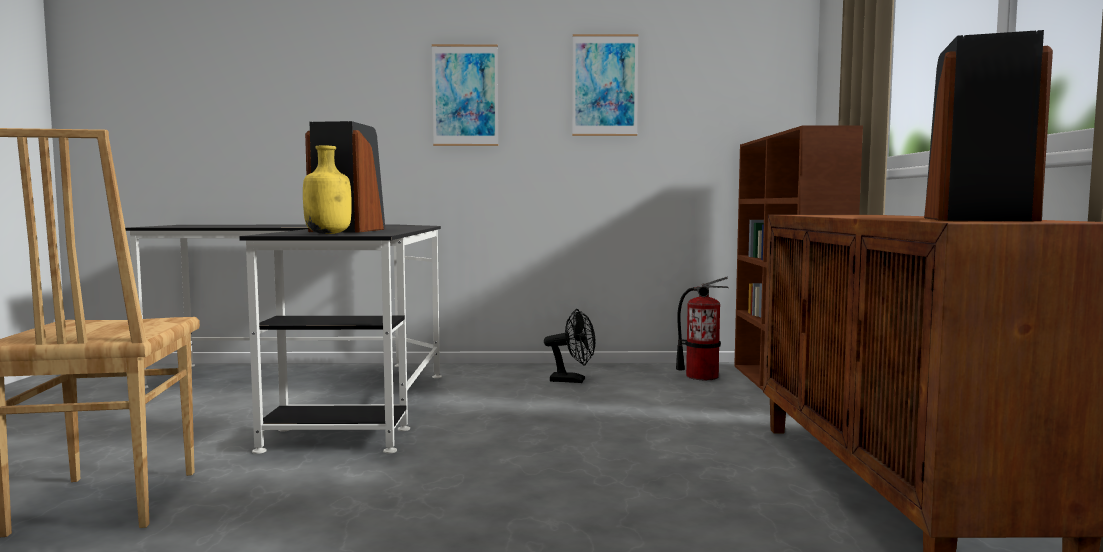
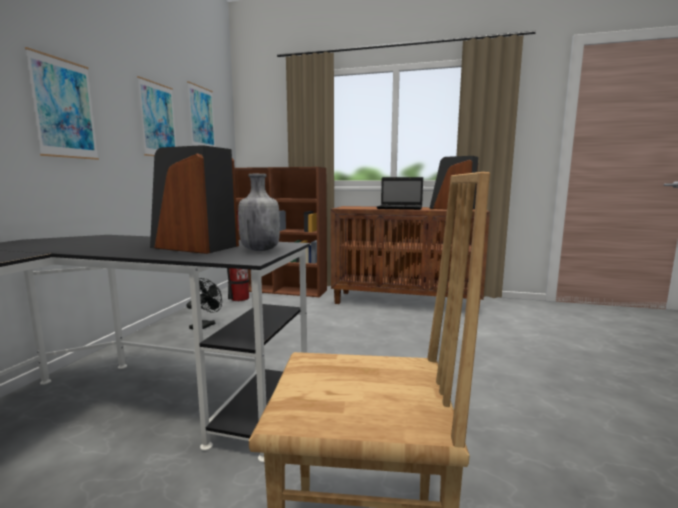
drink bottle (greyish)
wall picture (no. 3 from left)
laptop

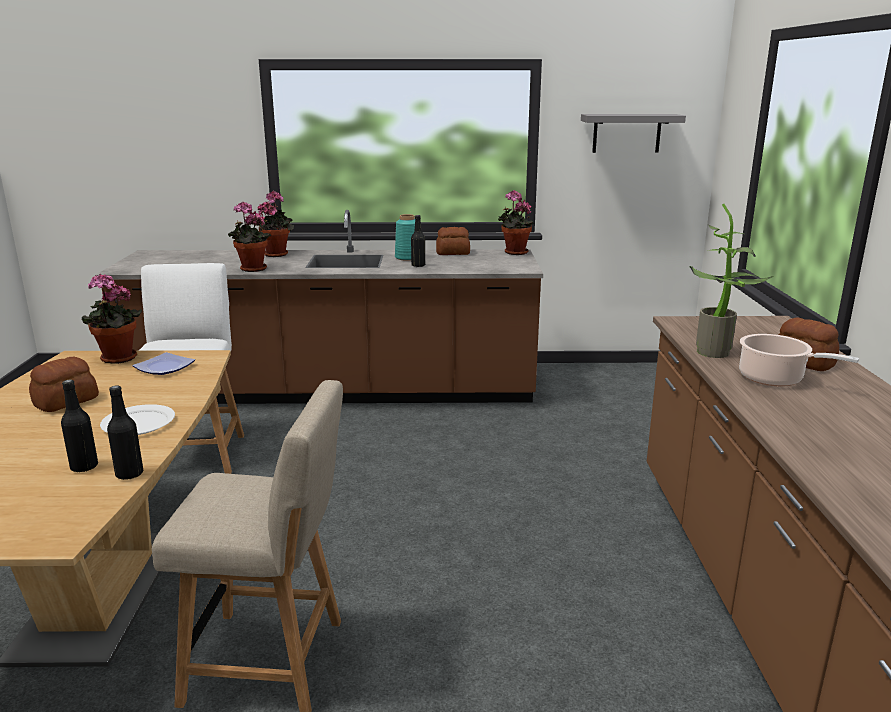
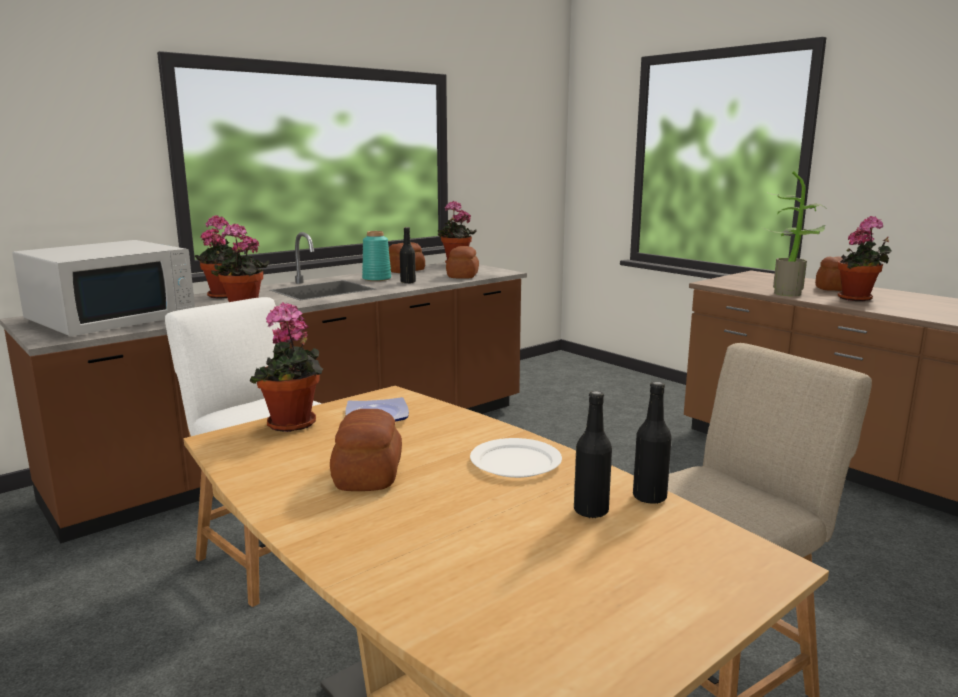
shelf (greyish)
plant in a pot (no. 6 from left)
microwave (whitish)
baked bread (no. 3 from left)

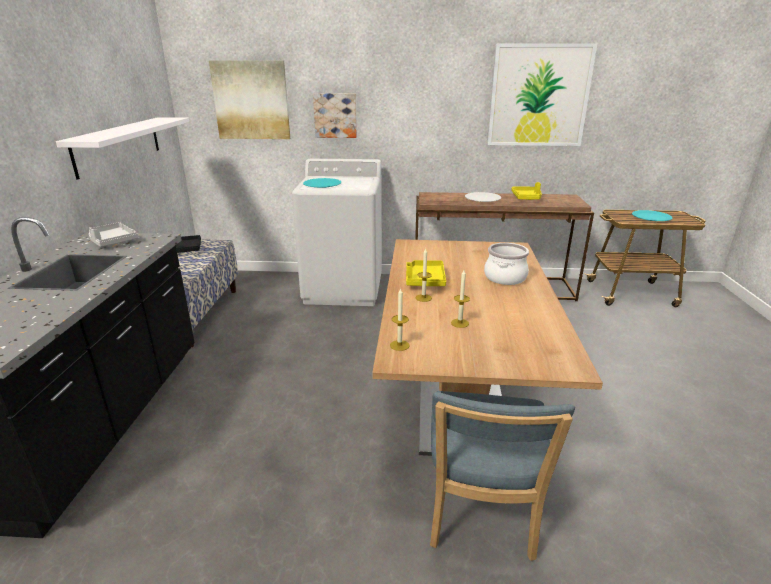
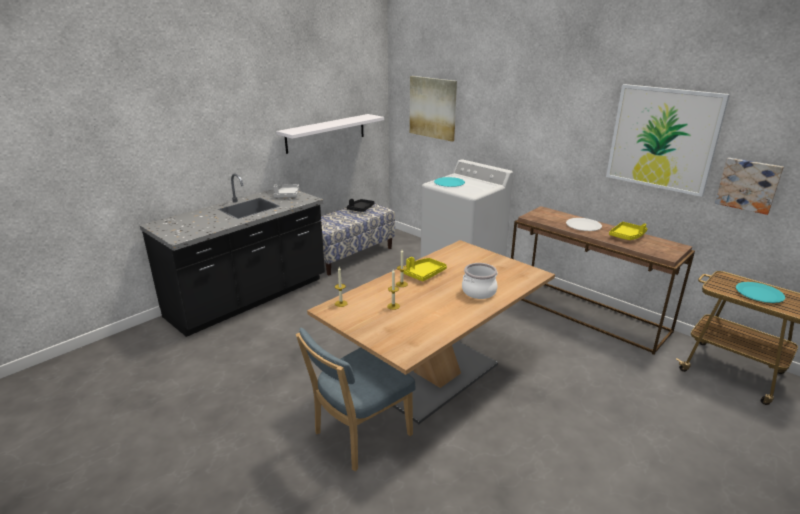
wall picture (no. 3 from left)

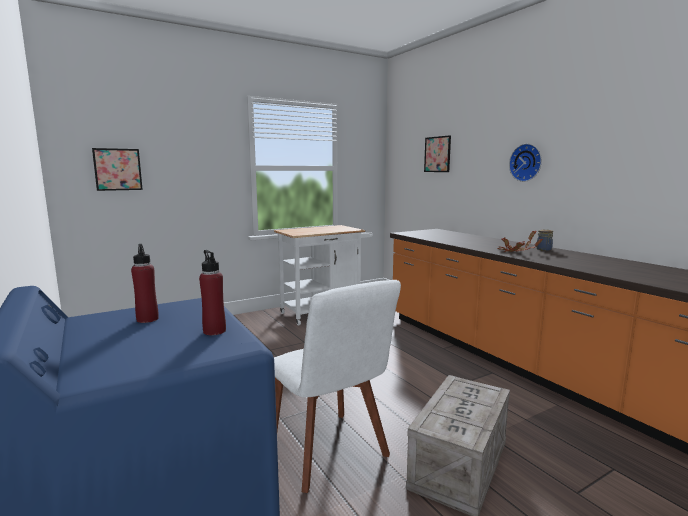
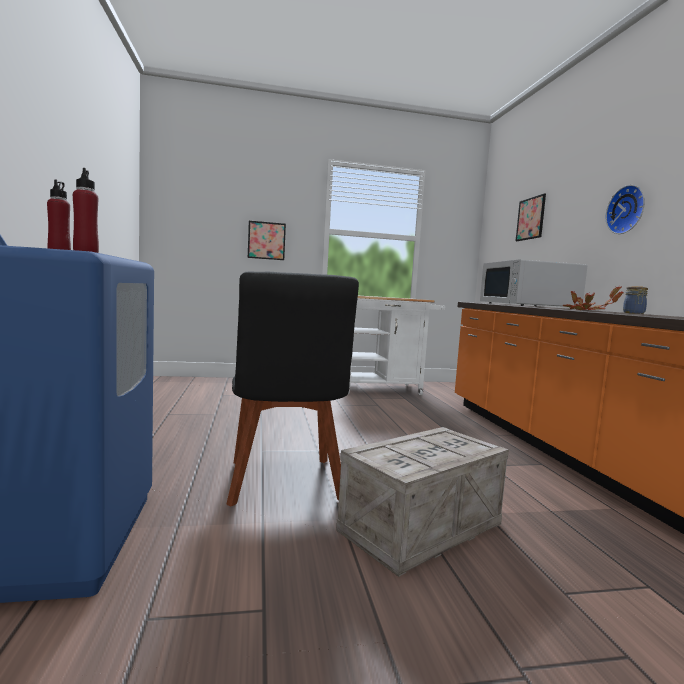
wall picture (no. 1 from left)
upright chair (black-coloured)
microwave (whitish)

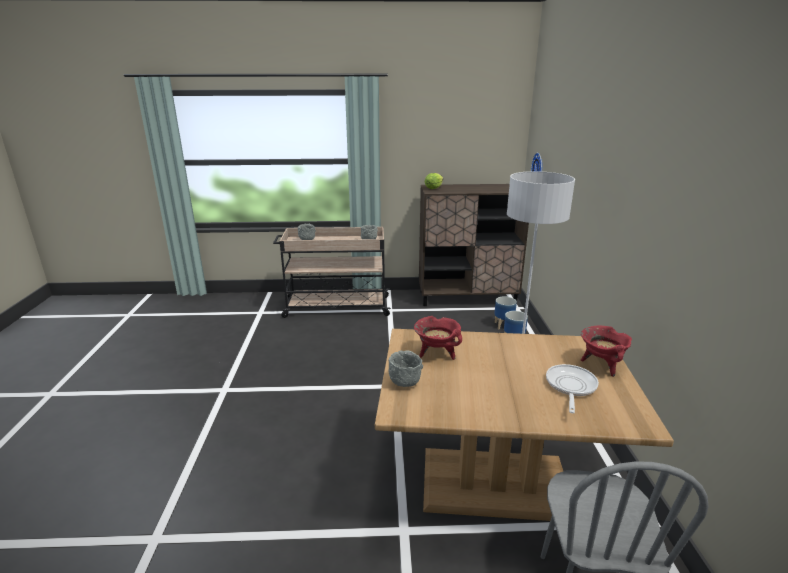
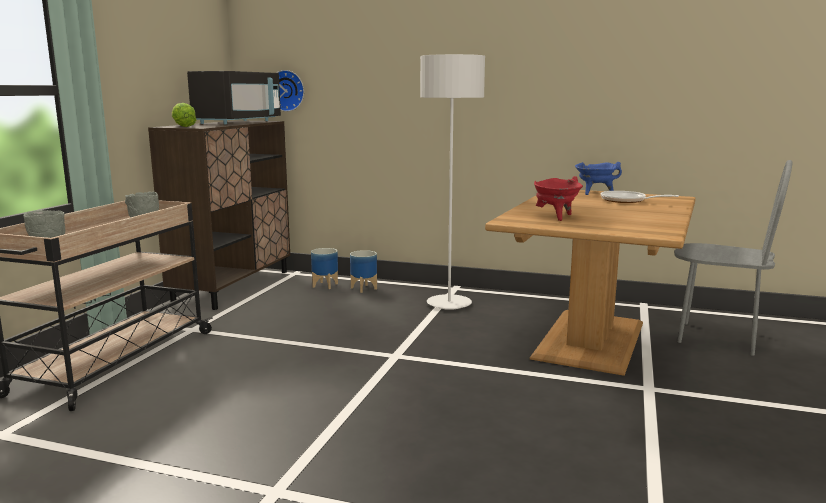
cooking pot (blue)
bowl (greyish) (no. 3 from left in the first image)
microwave (black-coloured)

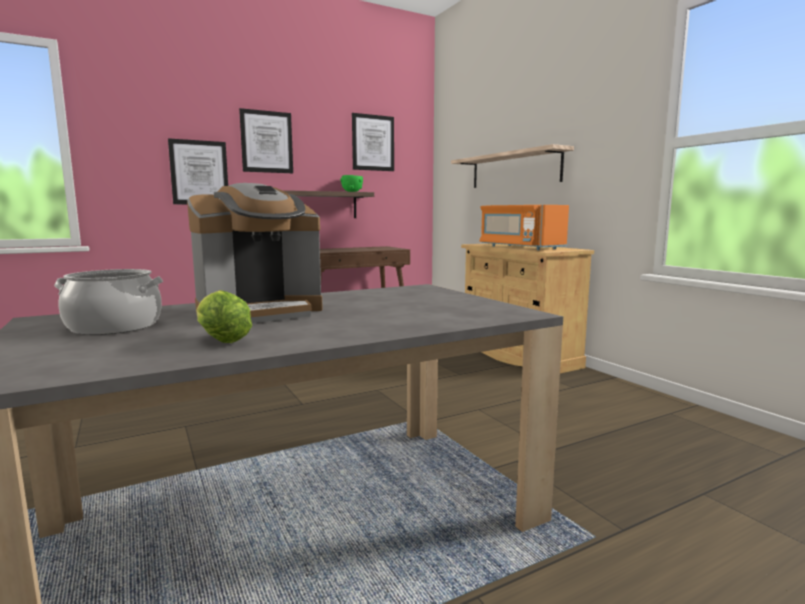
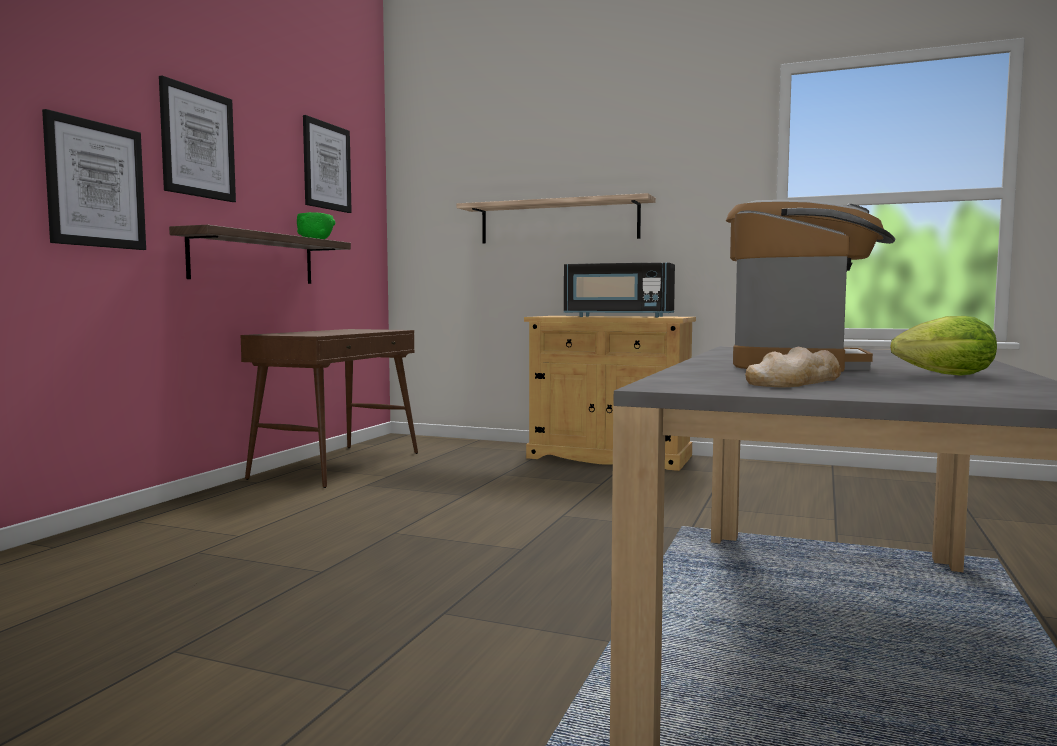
microwave (black-coloured)
baked bread

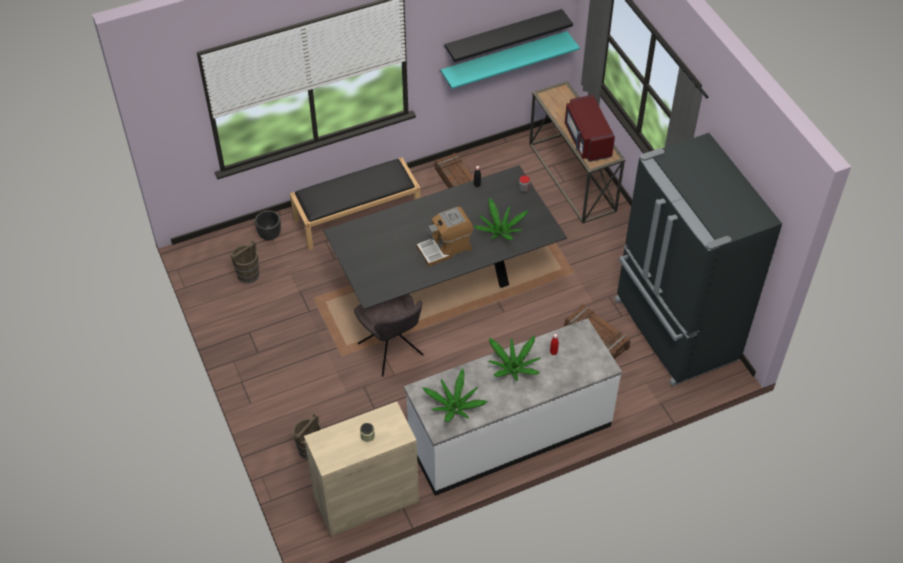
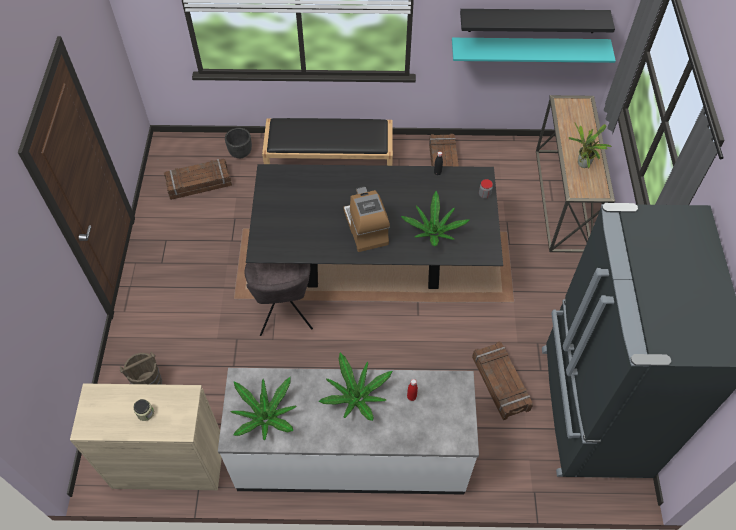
plant in a pot (no. 4 from left)
coffee brewer
shipping crate (no. 1 from left)

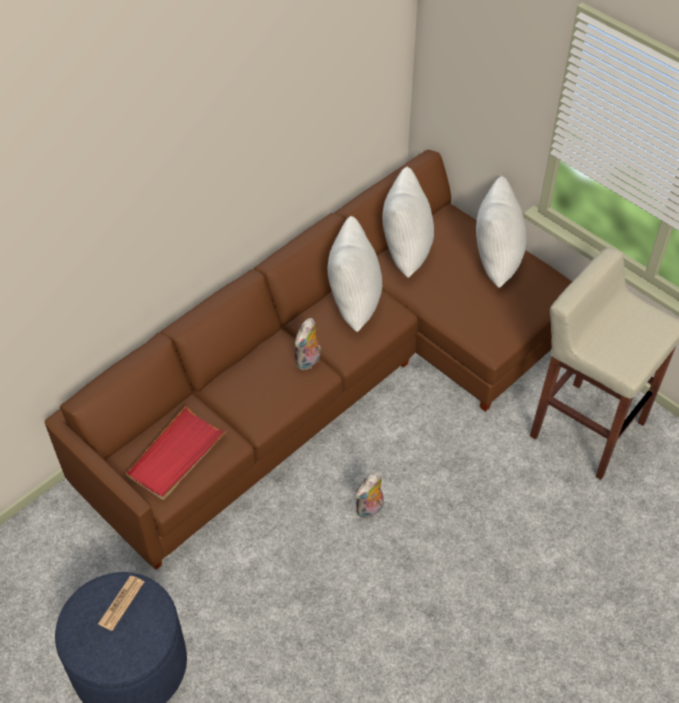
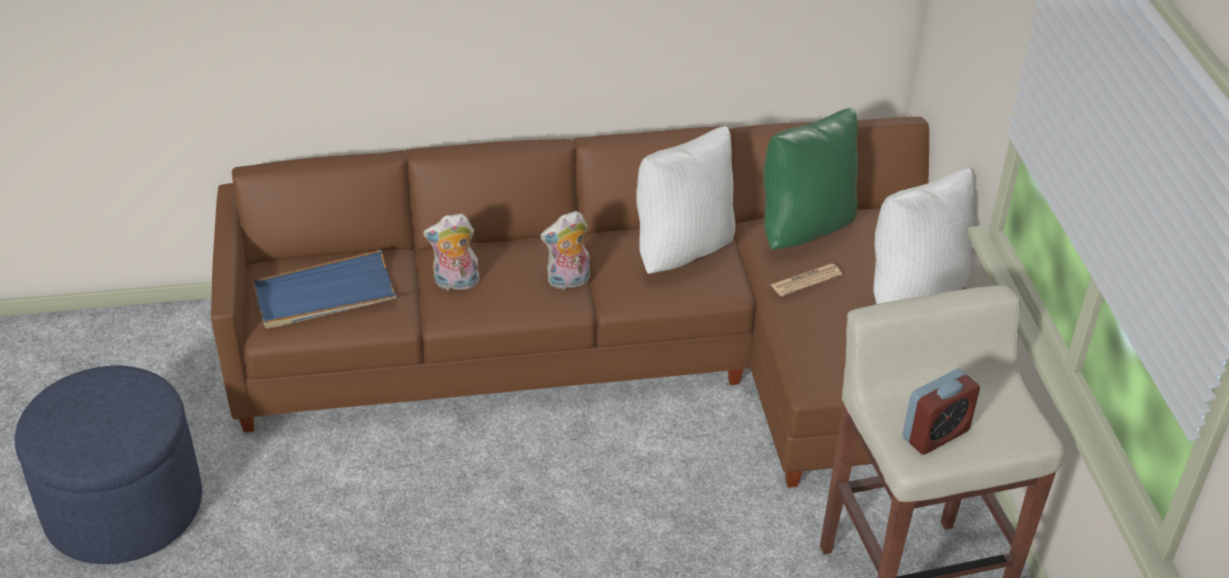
pillow (green)
serving tray (blue)
soft toy (no. 1 from left)
newspaper
bedside clock

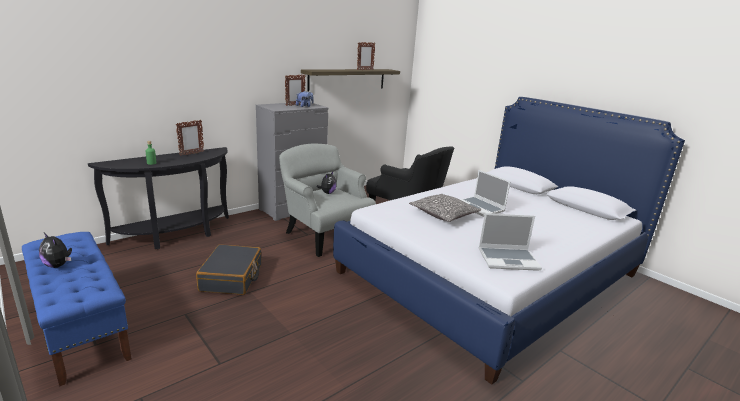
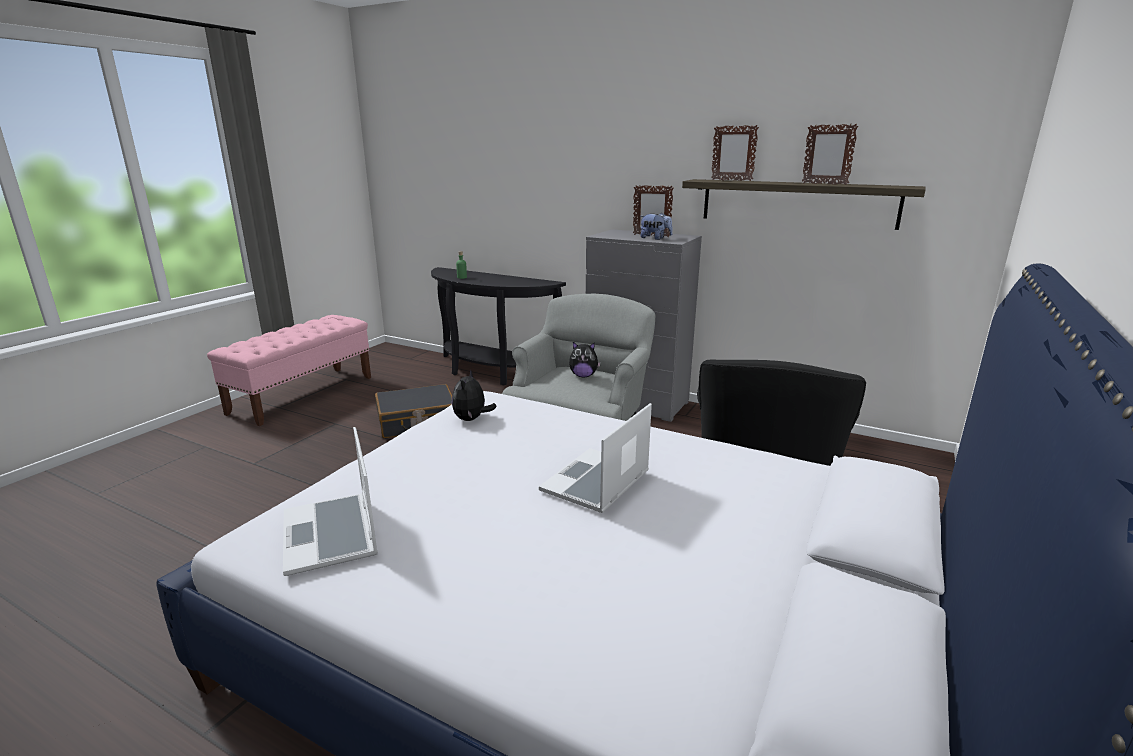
picture frame (no. 2 from left)
pillow
bench (pink-coloured)
soft toy (no. 1 from left)

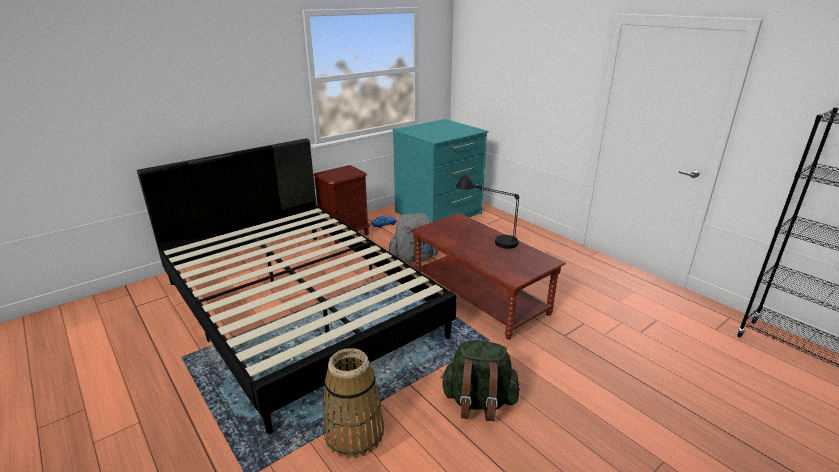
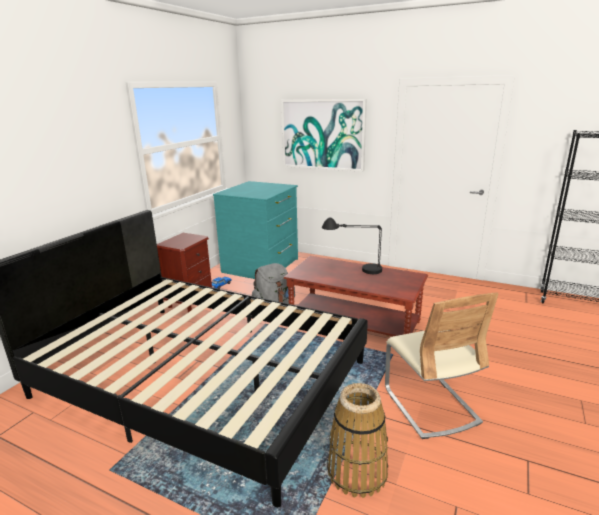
upright chair (beige-coloured)
wall picture

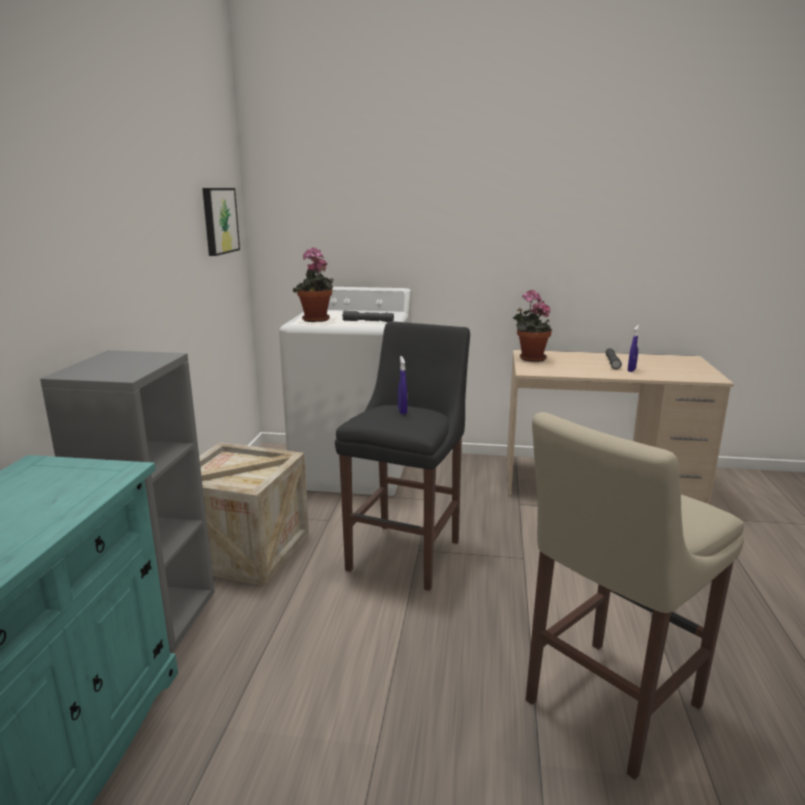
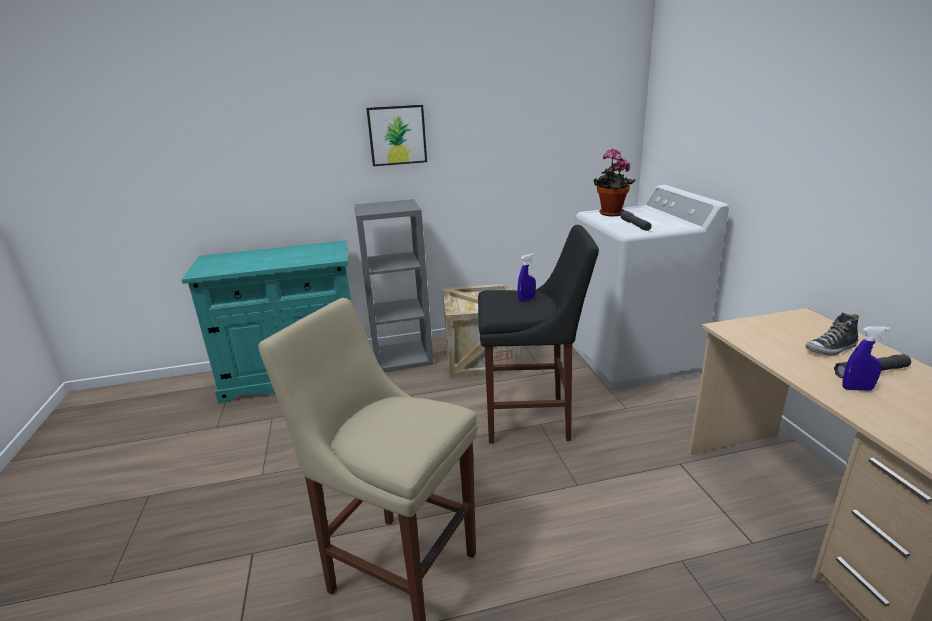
wall picture
plant in a pot (no. 2 from left in the first image)
item of footwear

